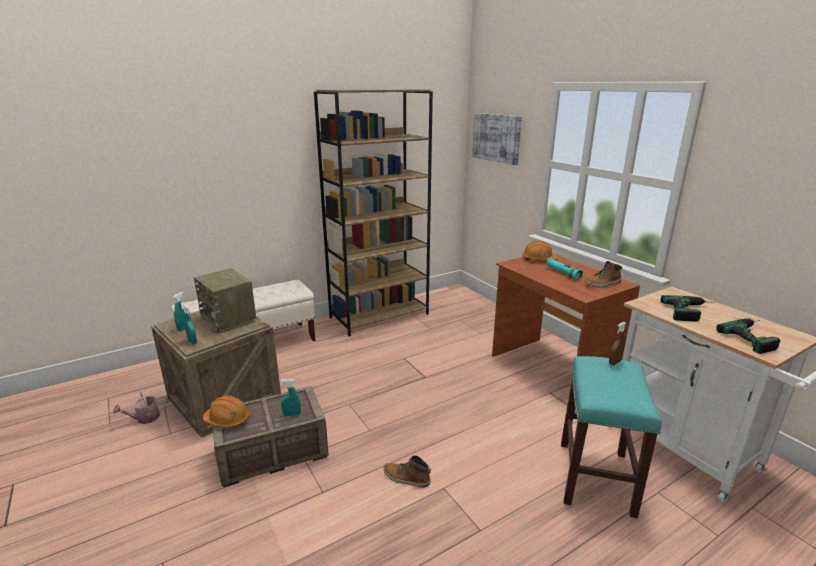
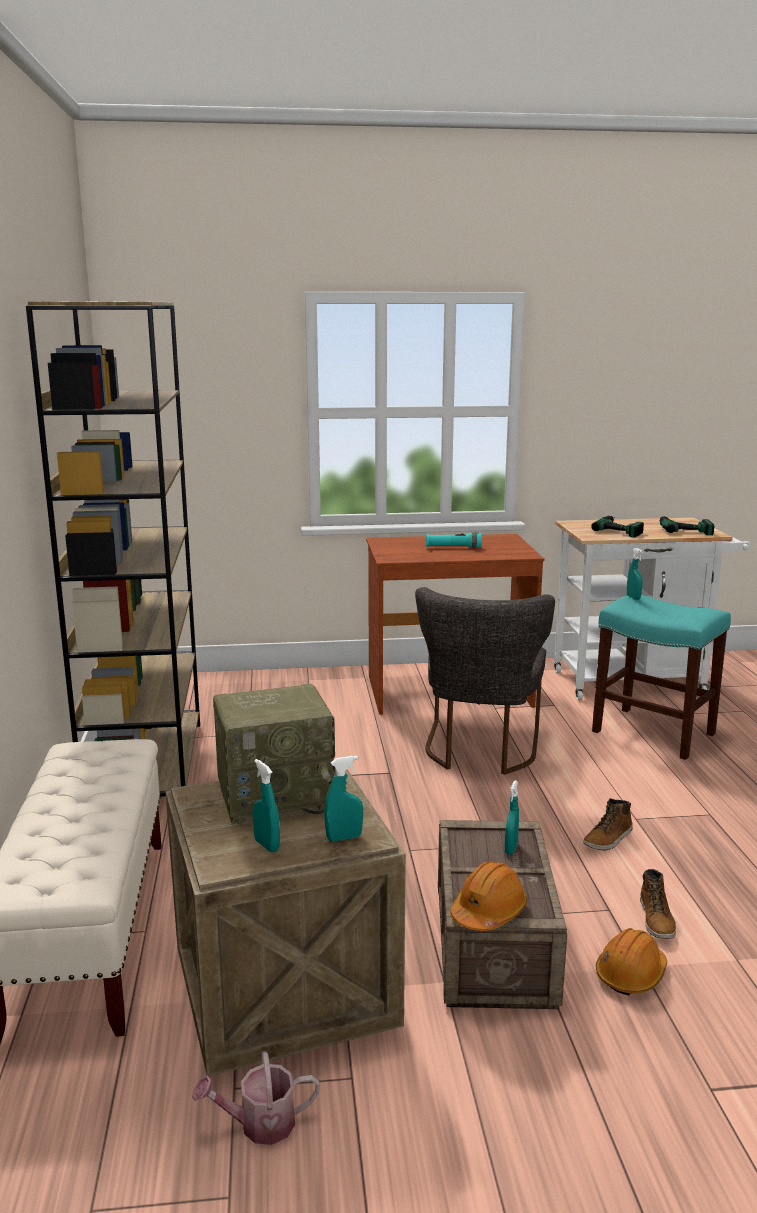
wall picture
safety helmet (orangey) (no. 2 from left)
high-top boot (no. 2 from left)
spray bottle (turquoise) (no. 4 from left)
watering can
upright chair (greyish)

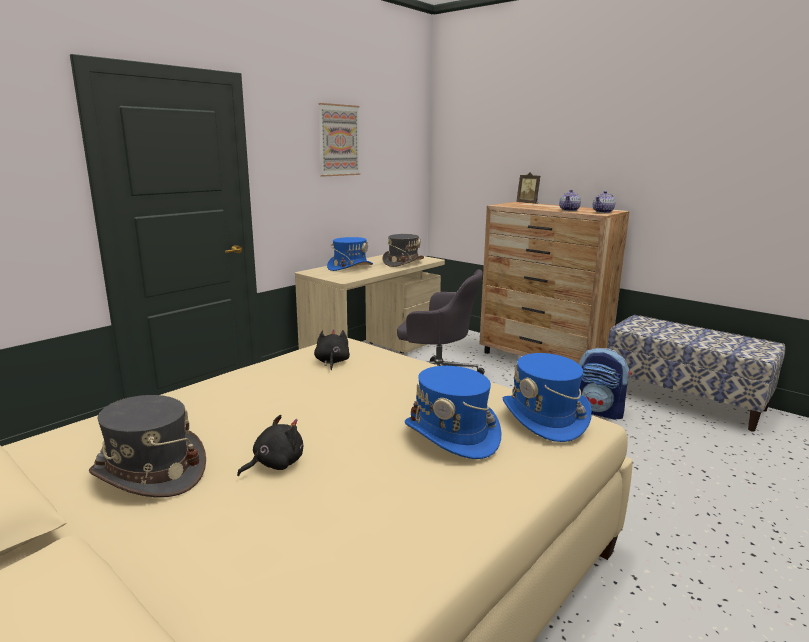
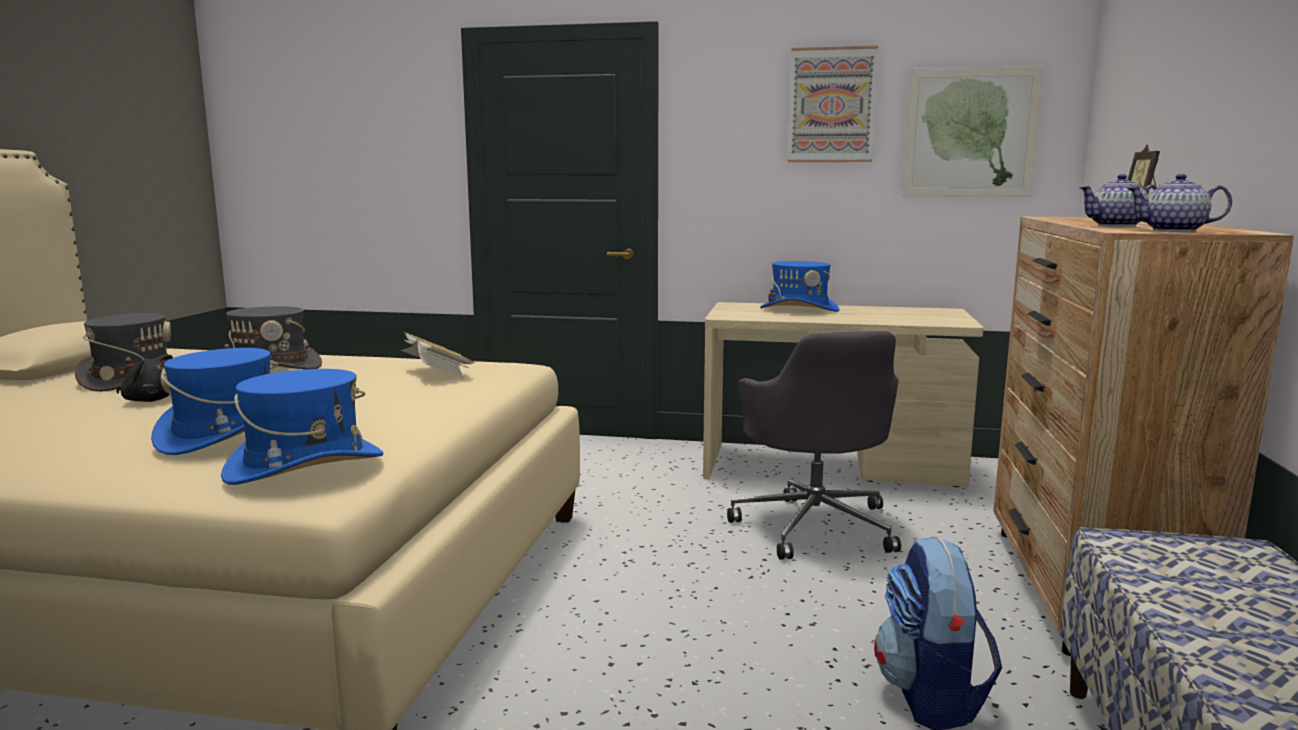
clothing hat (greyish) (no. 2 from left)
bound book
wall picture (no. 2 from left)

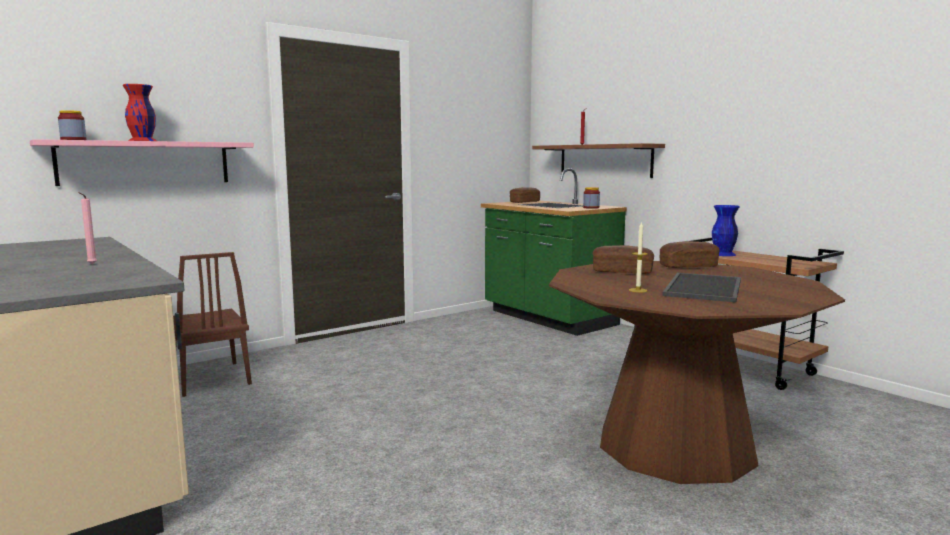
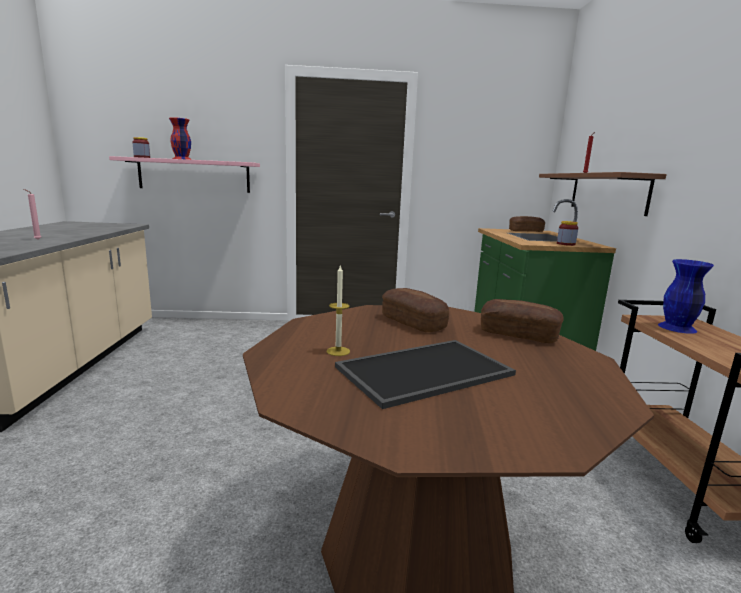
upright chair (brown)

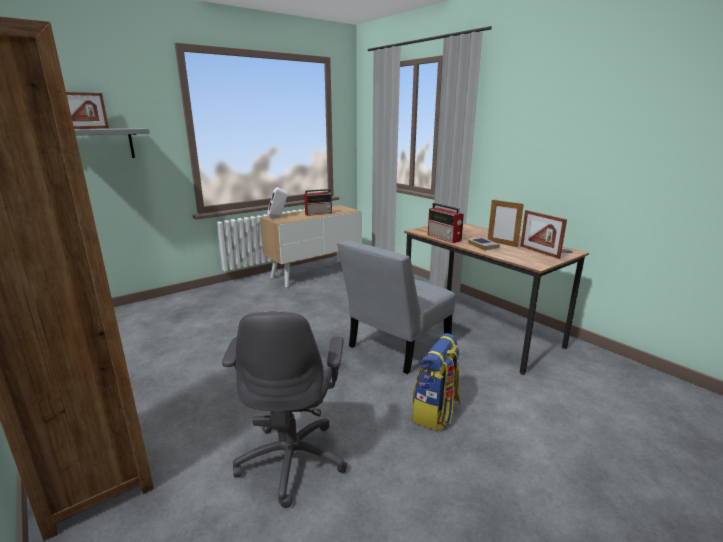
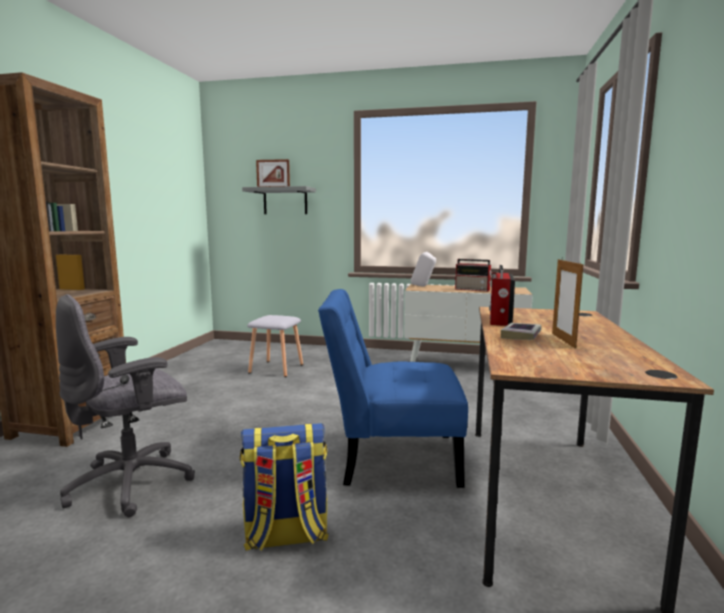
picture frame (no. 3 from left in the first image)
upright chair (blue)
stool (greyish)

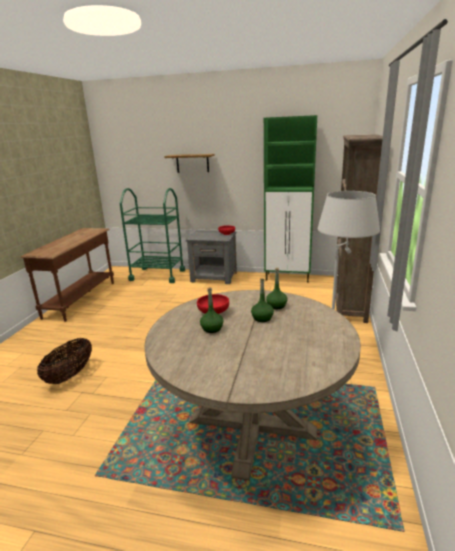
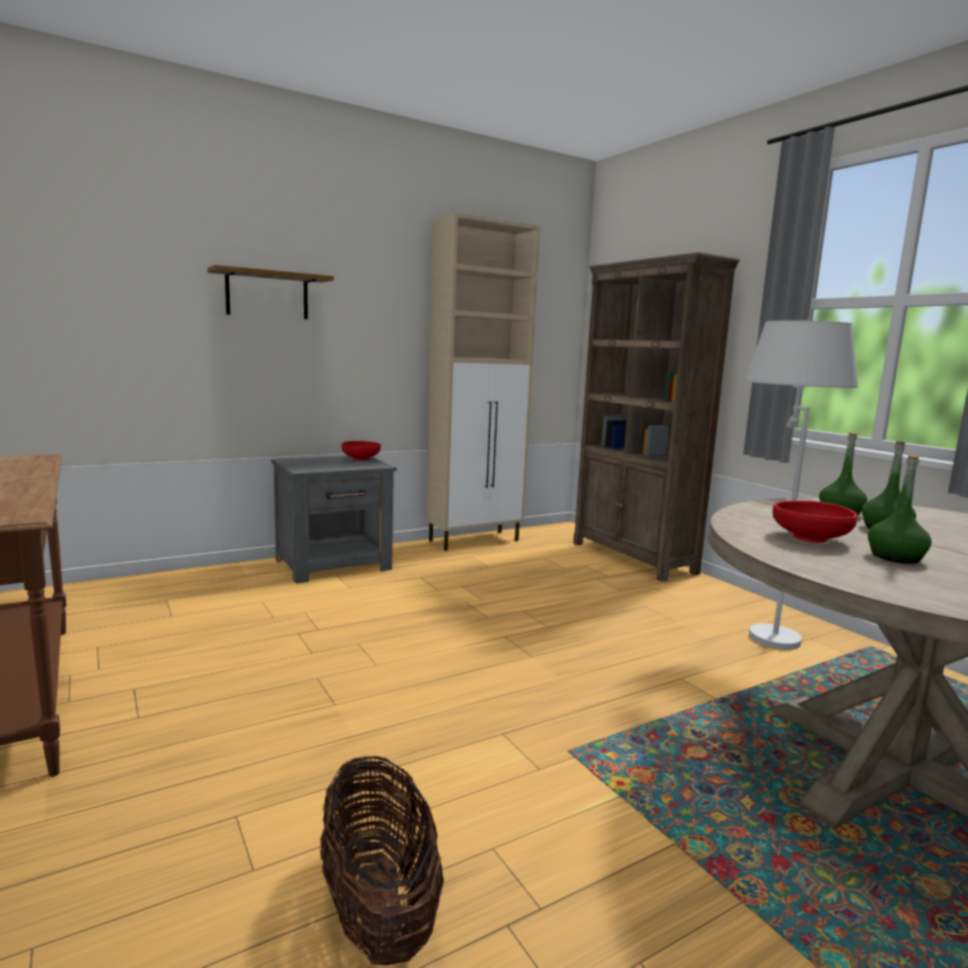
cupboard (beige-coloured)
wheeled cart (green)

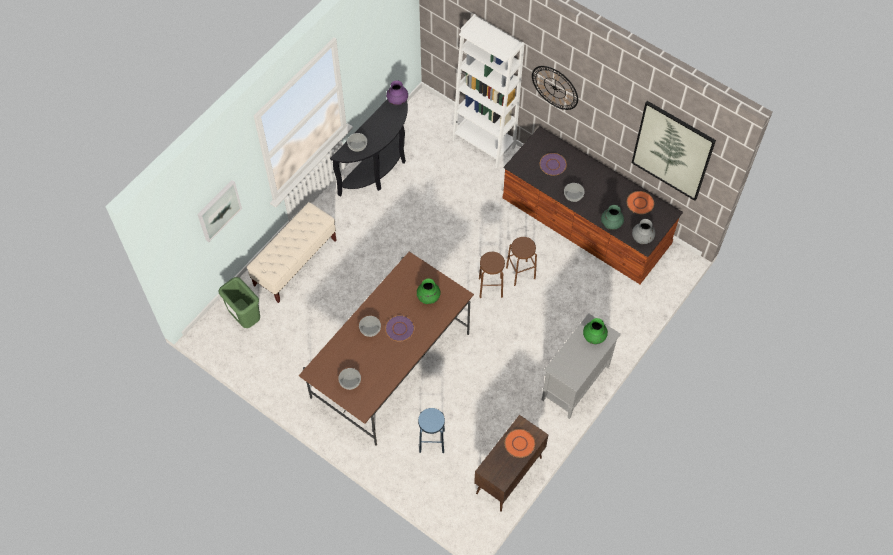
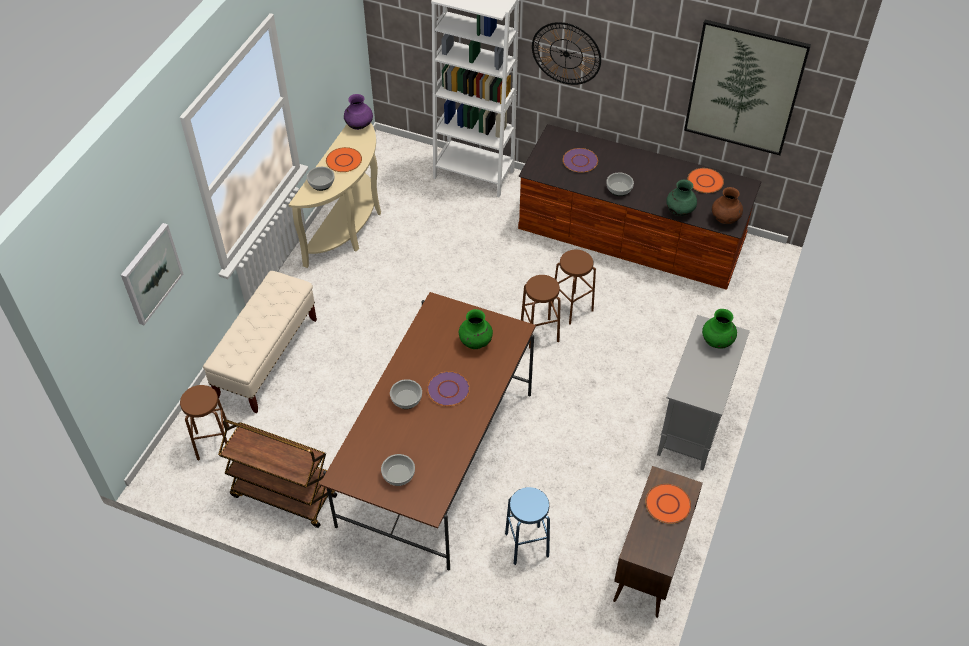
narrow table (beige-coloured)
decorative vase (brown)
stool (brown) (no. 1 from left)
dinner plate (orangey) (no. 1 from left)
wheeled cart (brown)

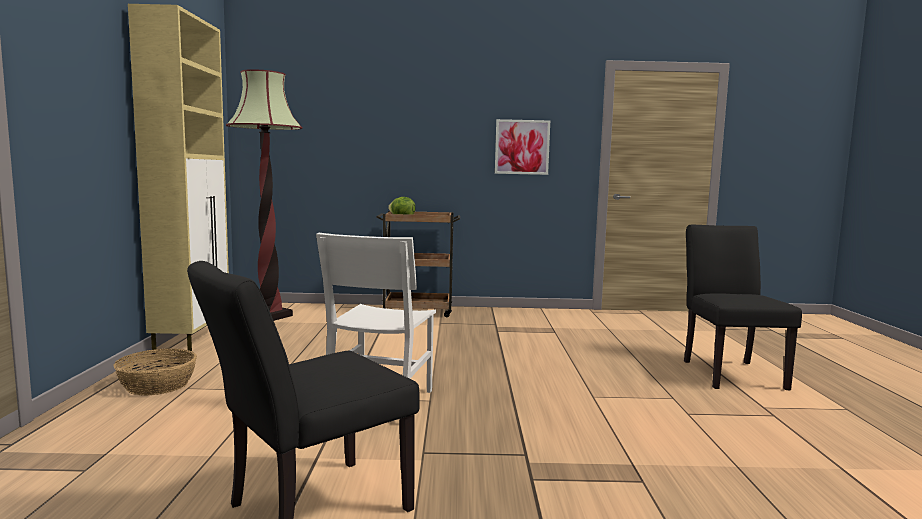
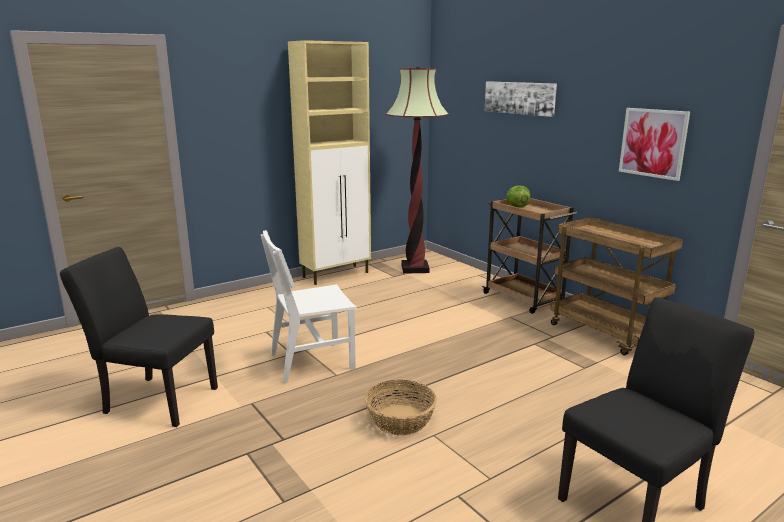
storage basket
wall picture (no. 1 from left)
wheeled cart (brown) (no. 2 from left)

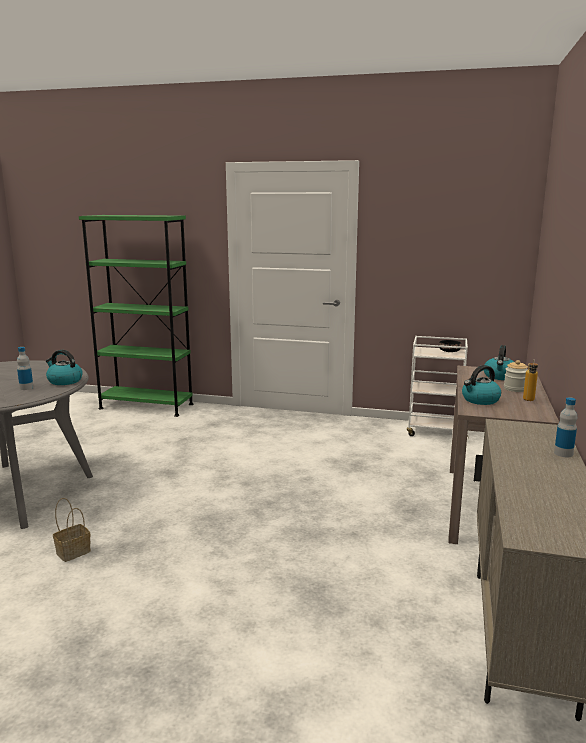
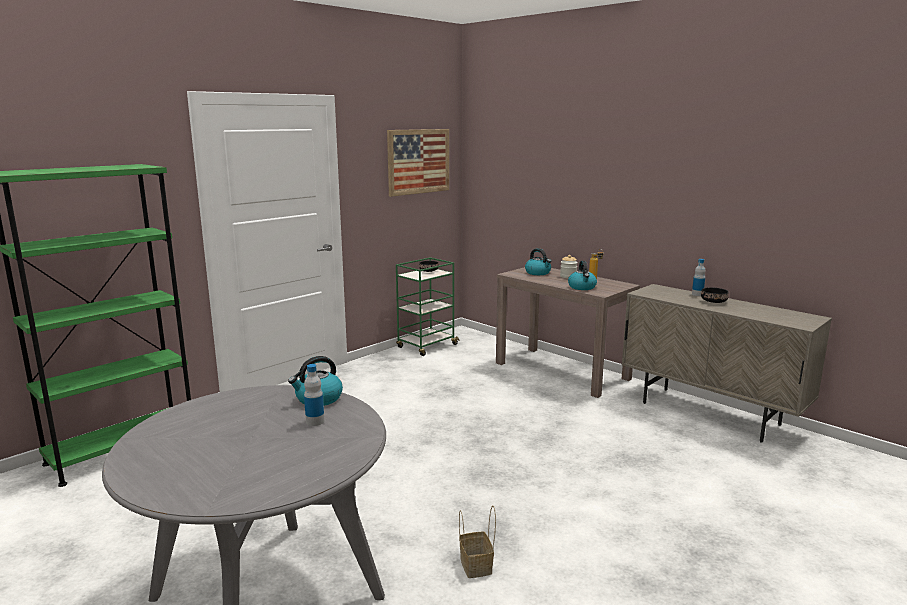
wheeled cart (green)
wall picture
bowl (black-coloured) (no. 2 from left)

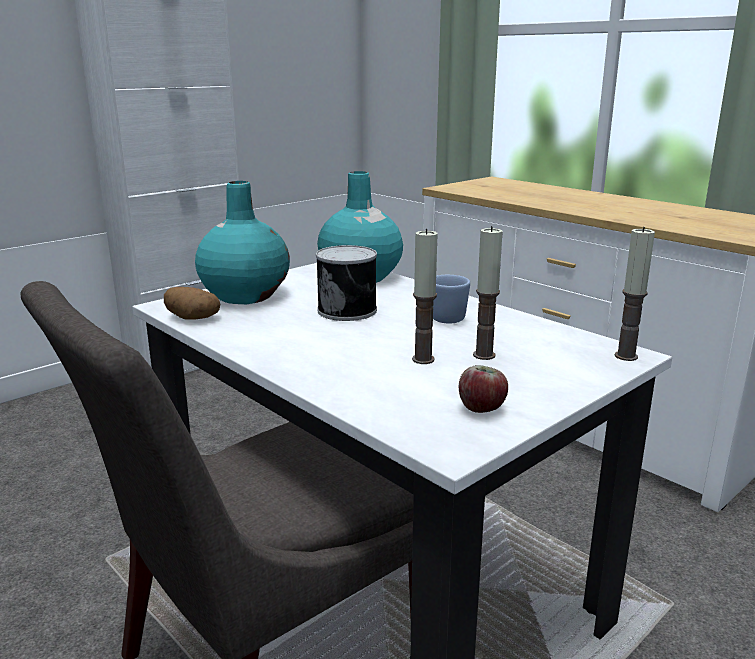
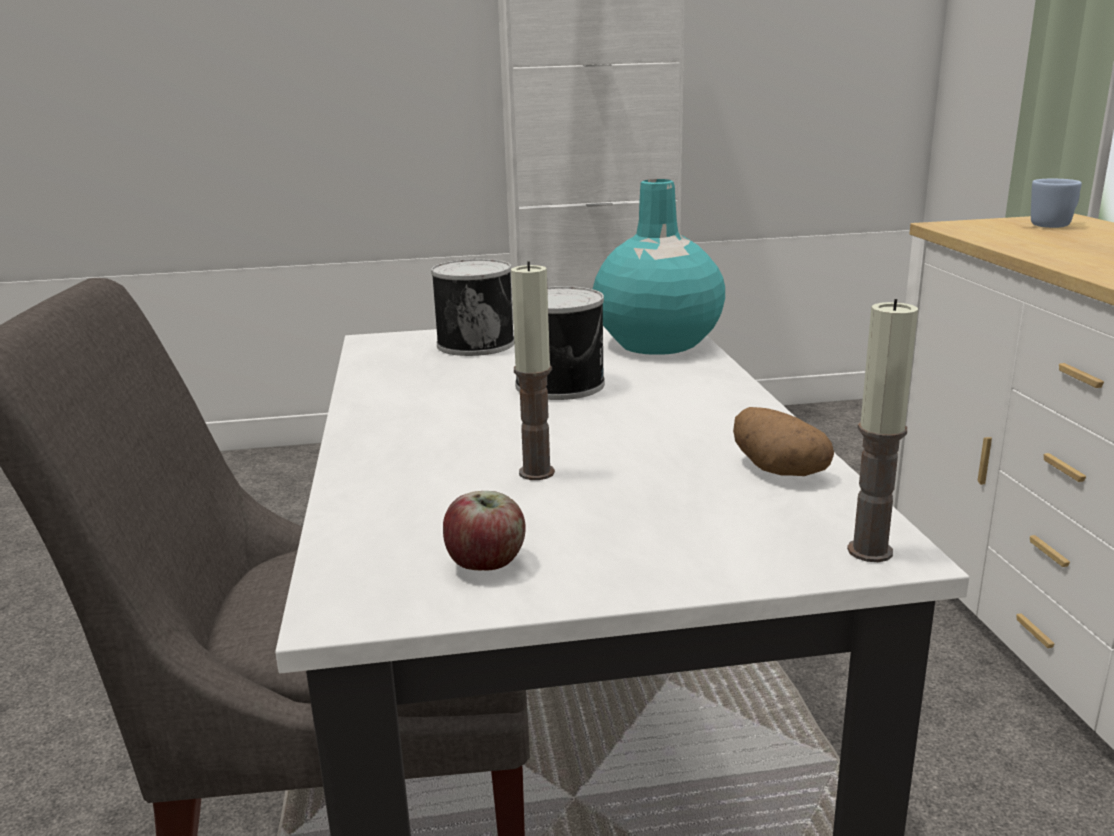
can (no. 1 from left)
candle (no. 2 from left in the first image)
tea mug (blue)
spud

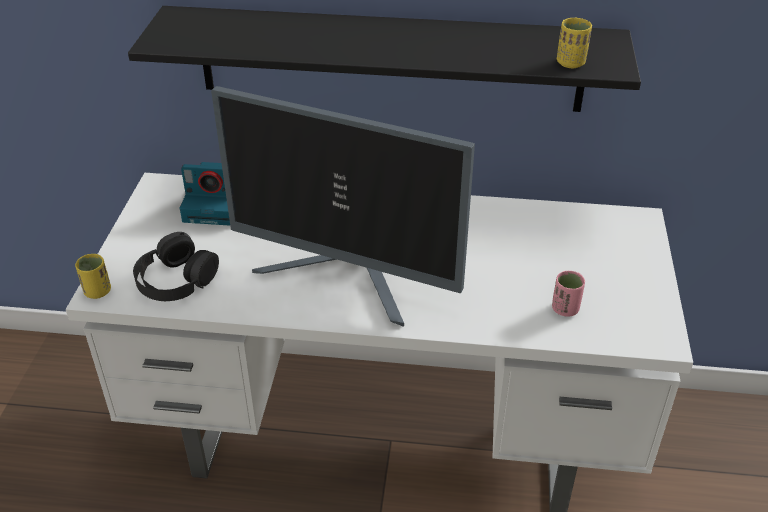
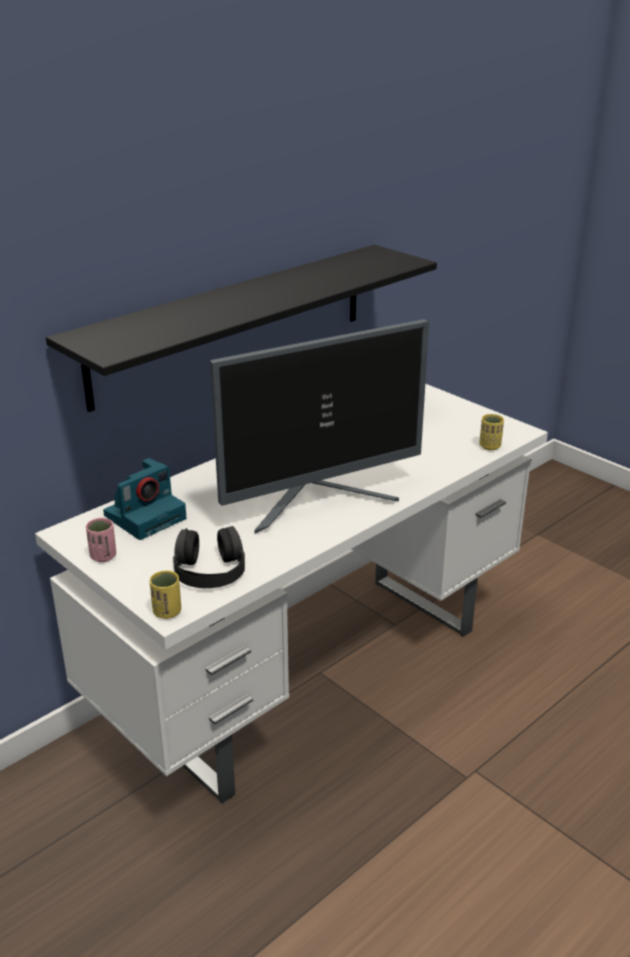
cup (yellow) (no. 2 from left)
cup (pink-coloured)

